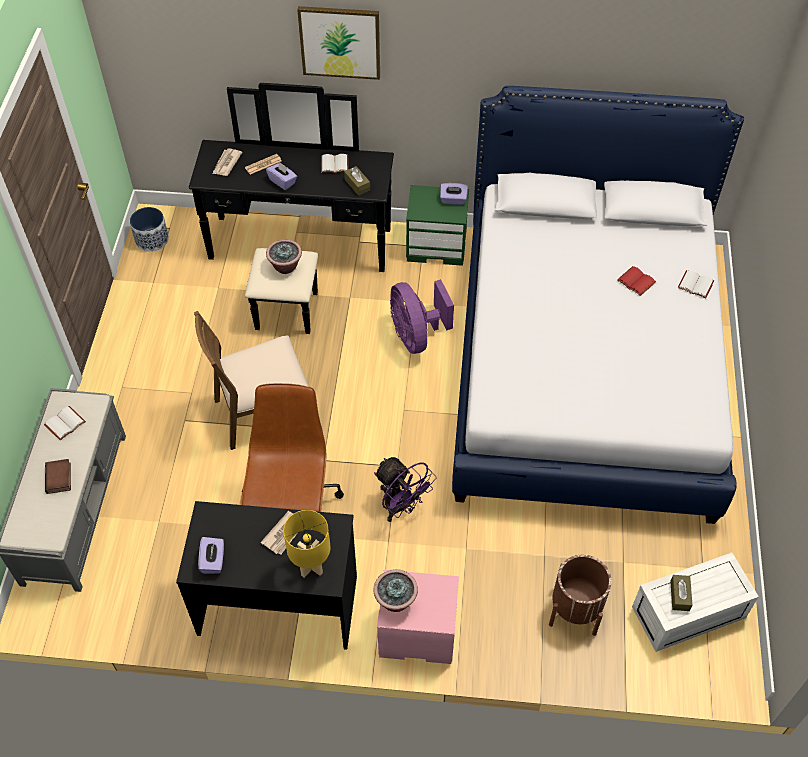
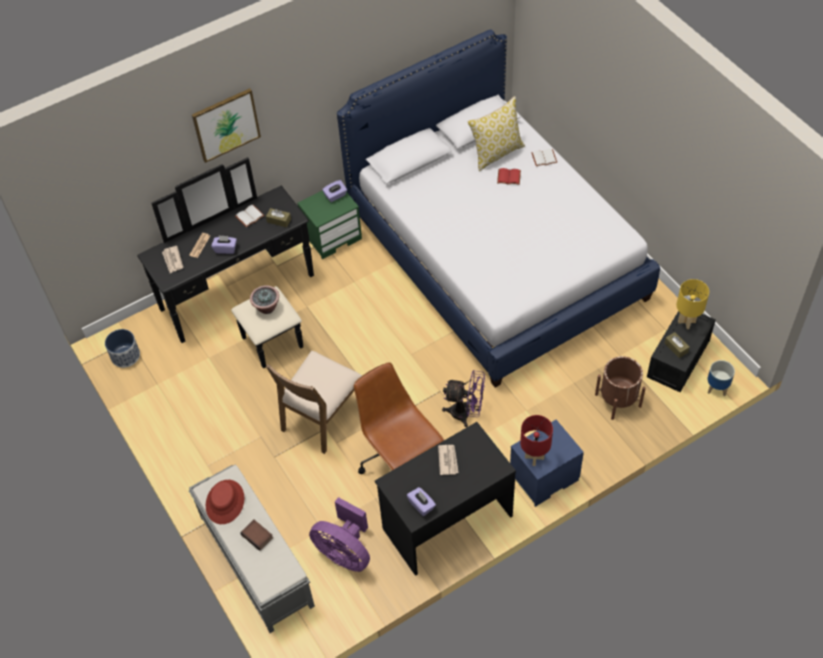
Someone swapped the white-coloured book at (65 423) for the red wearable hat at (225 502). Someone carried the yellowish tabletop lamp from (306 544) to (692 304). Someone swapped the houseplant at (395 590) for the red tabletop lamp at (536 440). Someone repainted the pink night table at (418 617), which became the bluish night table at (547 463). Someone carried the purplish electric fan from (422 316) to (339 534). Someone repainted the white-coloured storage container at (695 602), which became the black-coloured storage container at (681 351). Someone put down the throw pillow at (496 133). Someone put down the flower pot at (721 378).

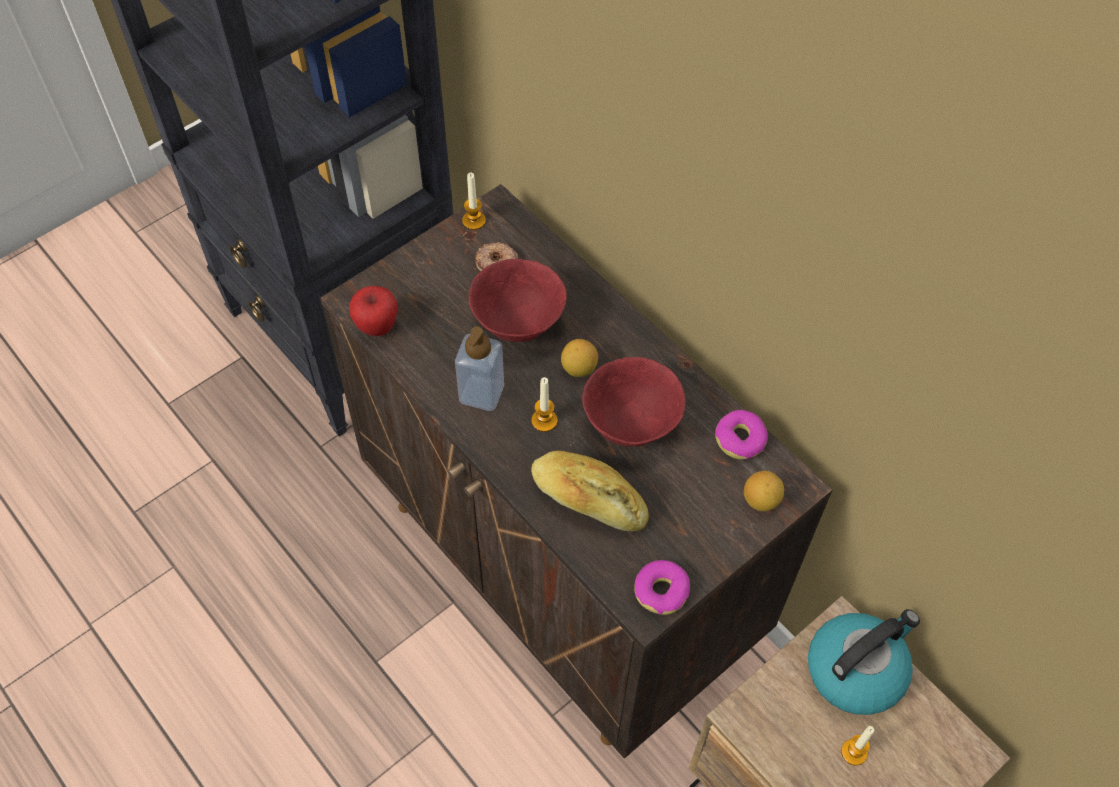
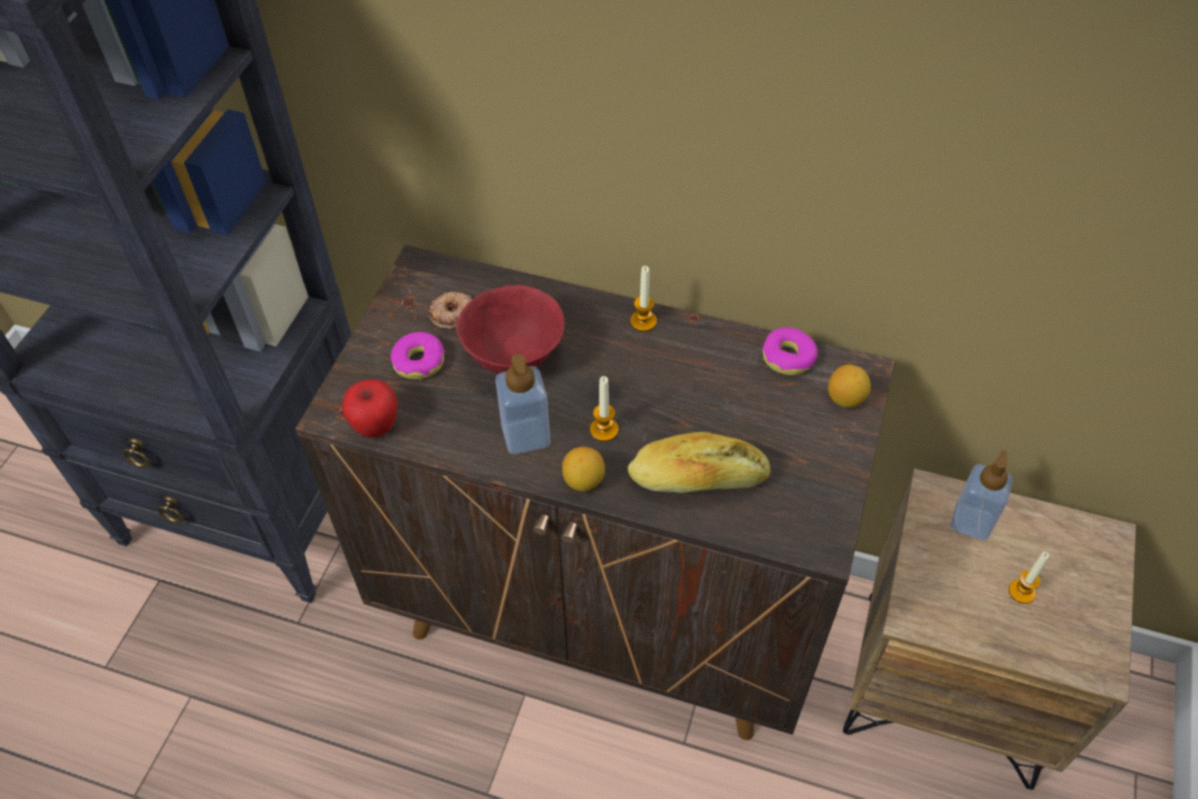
Someone carried the wax candle from (474 201) to (643 299). Someone carried the citrus fruit from (579 358) to (583 469). Someone took away the red serving bowl at (634 402). Someone carried the doughnut from (662 587) to (417 355). Someone swapped the tea kettle at (864 662) for the soap bottle at (981 495).

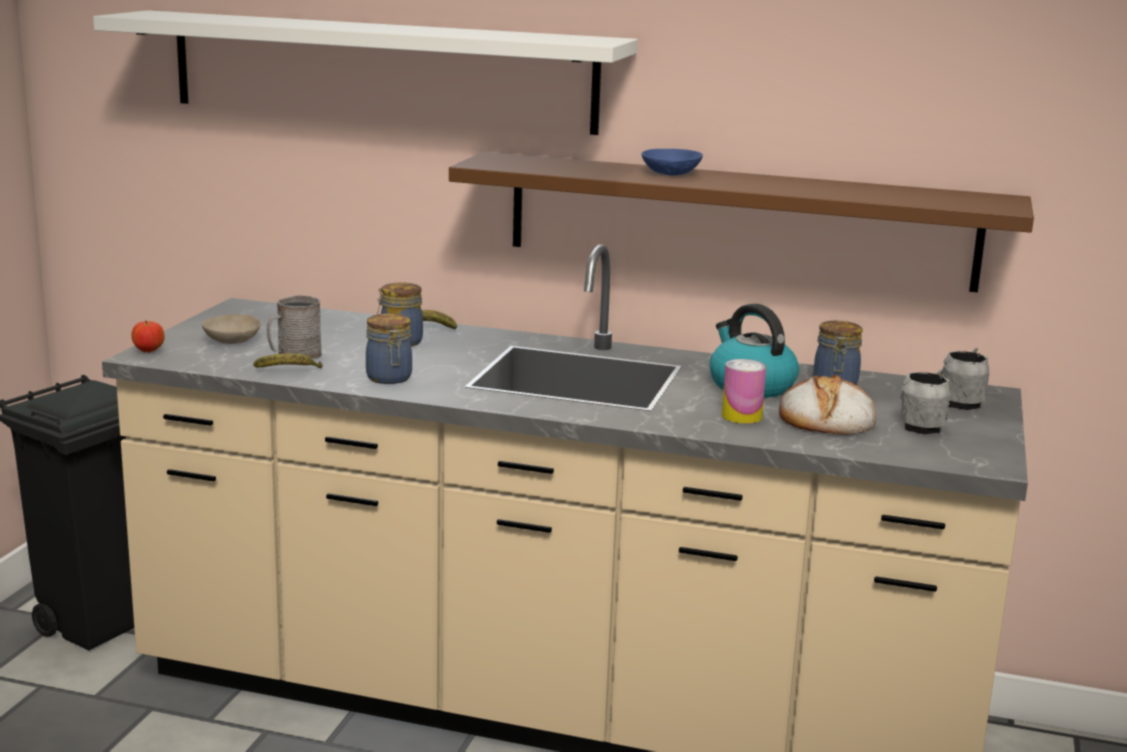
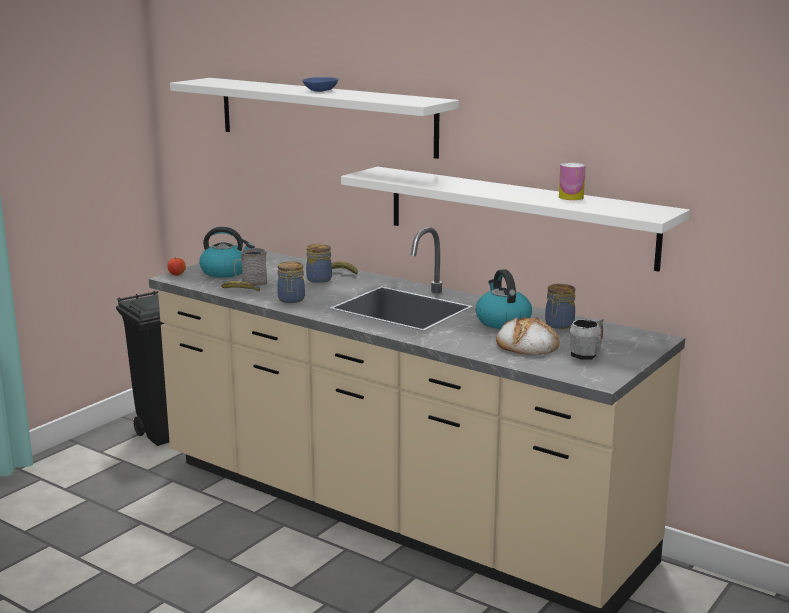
Someone swapped the sand-coloured serving bowl at (231 329) for the tea kettle at (227 252). Someone repainted the brown wall shelf at (741 222), which became the white-coloured wall shelf at (515 219). Someone carried the bluish serving bowl from (672 162) to (320 84). Someone carried the can from (744 391) to (572 181). Someone took away the gray tea mug at (965 379).

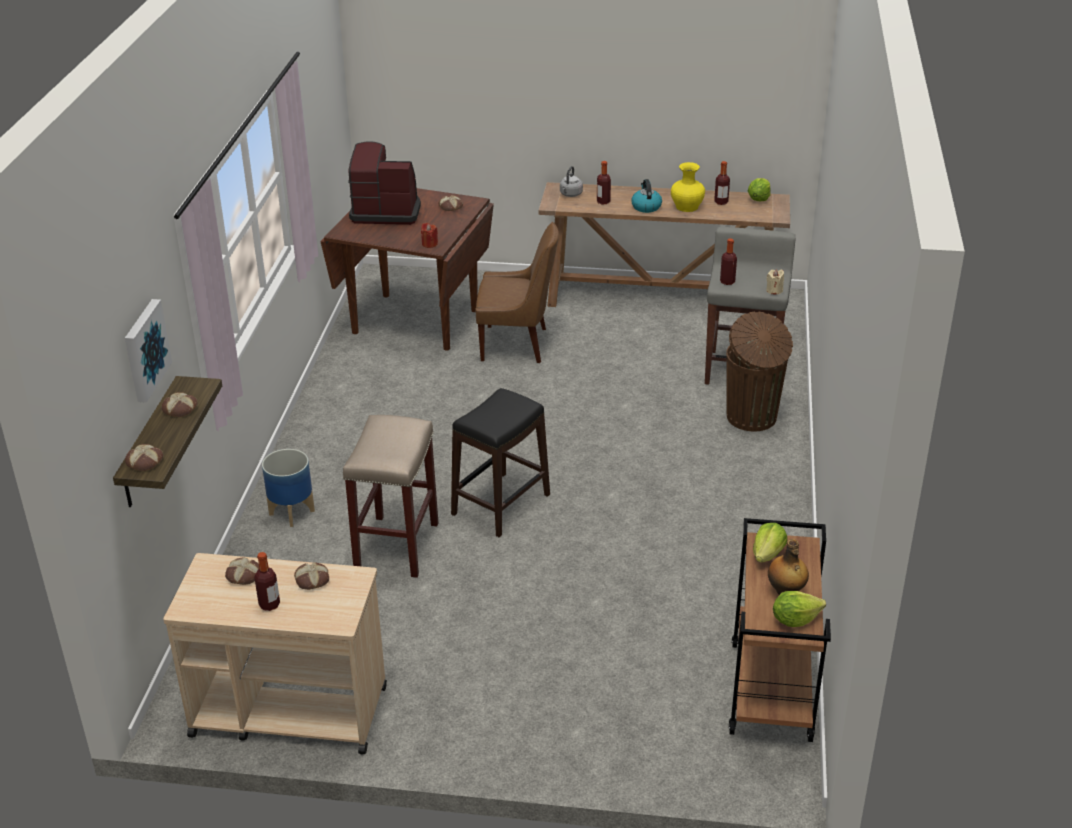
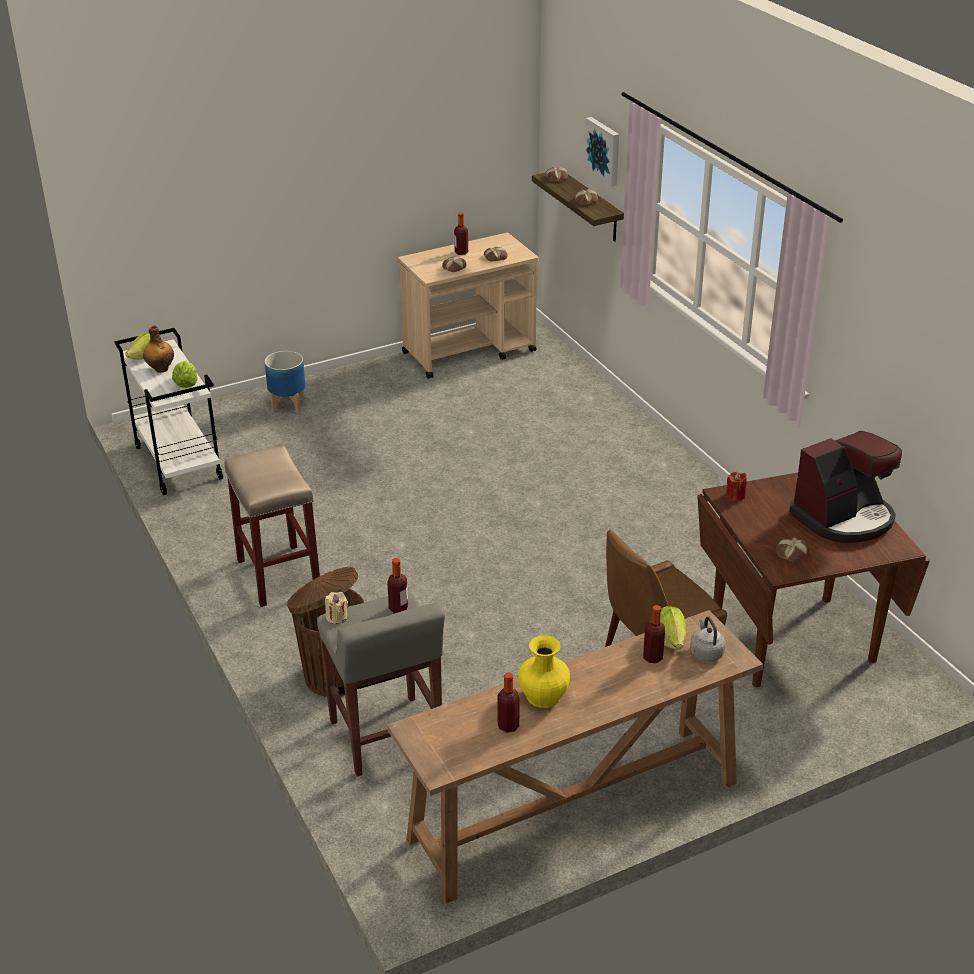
Someone carried the flower pot from (288 488) to (284 382). Someone carried the sand-coloured stool seat from (390 496) to (272 526). Someone took away the black-coloured stool seat at (500 462). Someone took away the tea kettle at (646 196). Someone repainted the brown wheeled cart at (780 630), which became the white-coloured wheeled cart at (168 411). Someone carried the lettuce from (759 189) to (673 627).

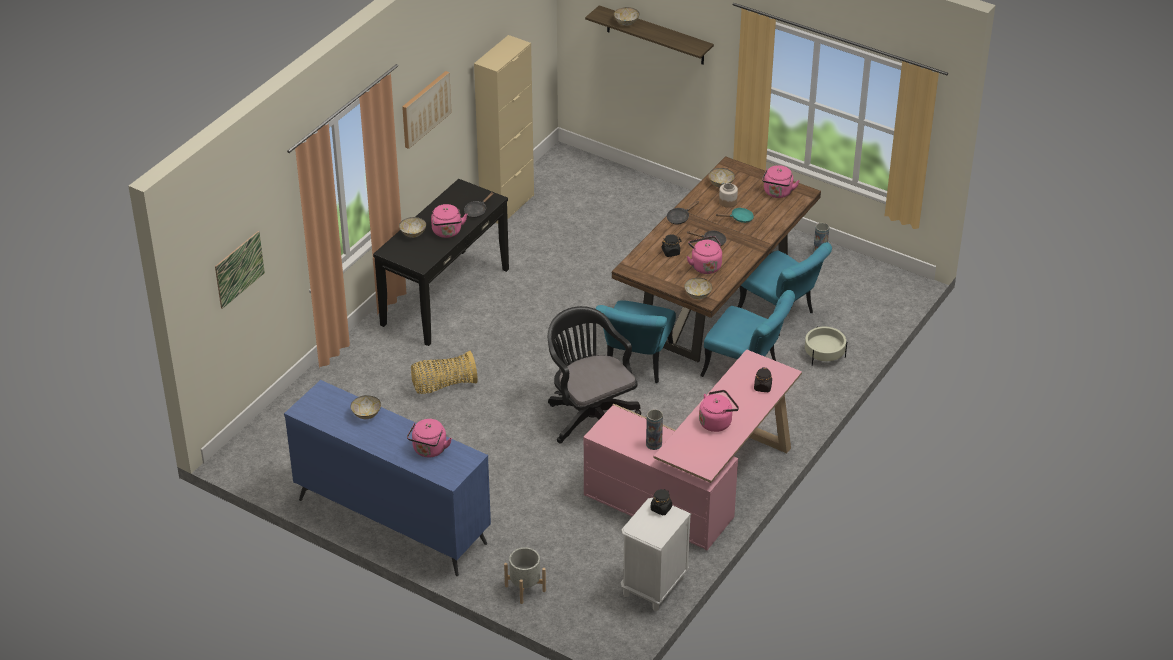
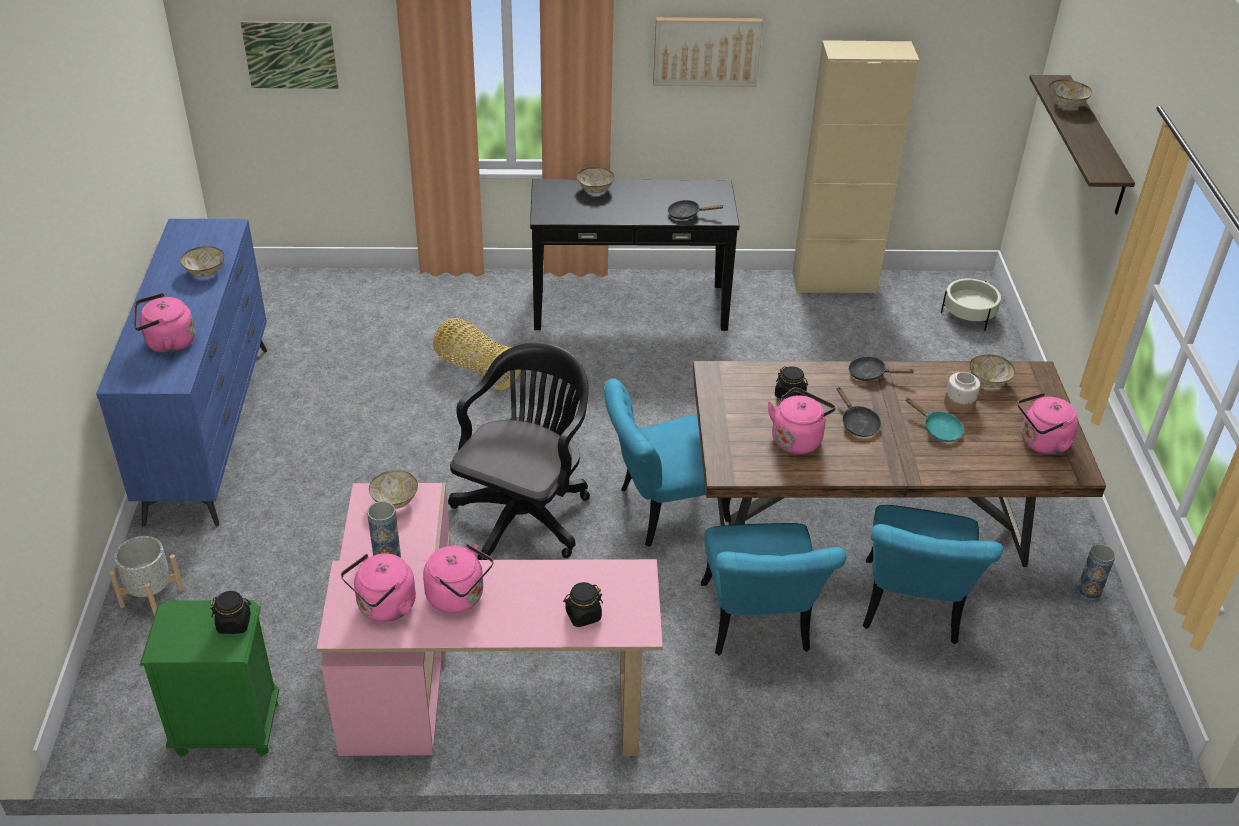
Someone carried the pink tea kettle from (449 221) to (378 587). Someone repainted the white-coloured night table at (656 554), which became the green-coloured night table at (209 679). Someone carried the serving bowl from (698 288) to (393 489). Someone carried the sand-coloured flower pot from (826 346) to (971 305).

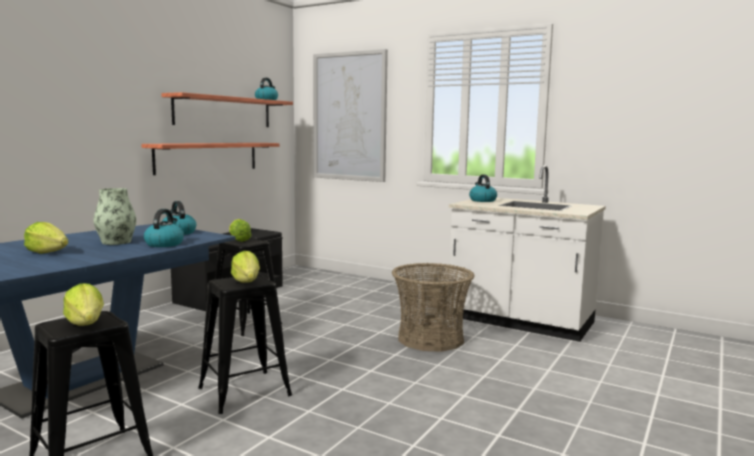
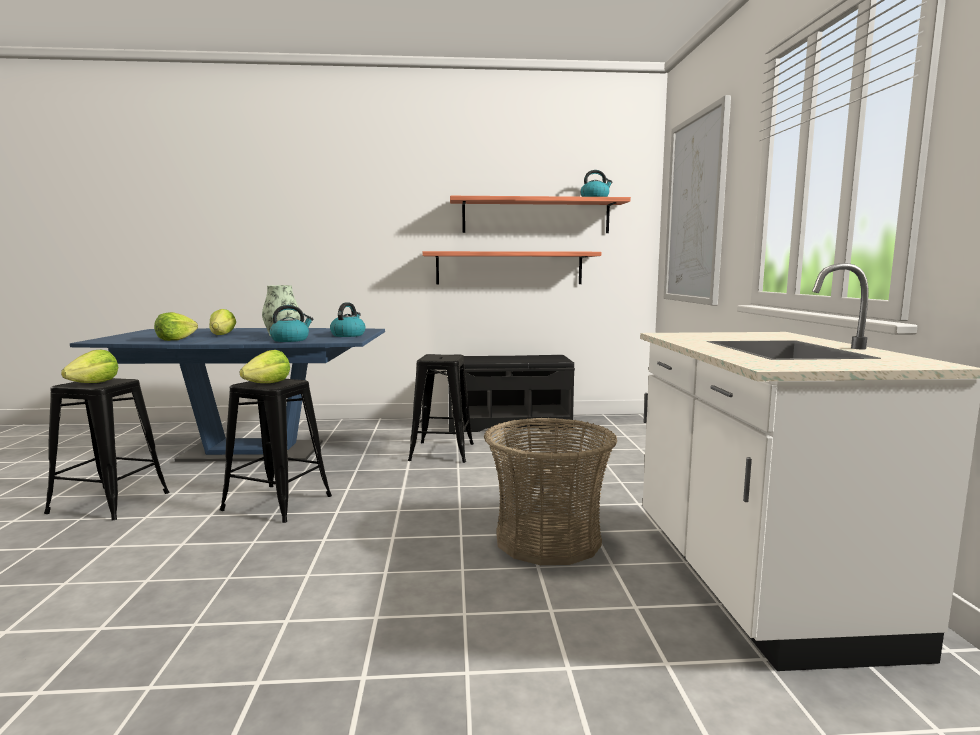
Someone carried the lettuce from (240 230) to (176 326). Someone took away the tea kettle at (483 188).

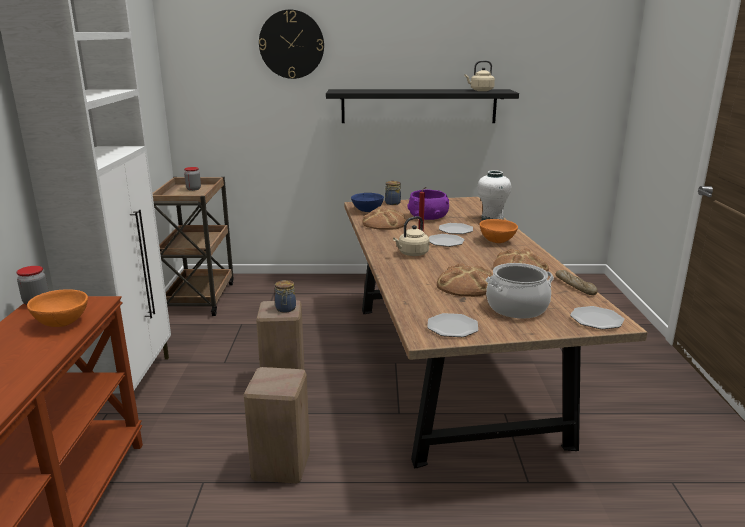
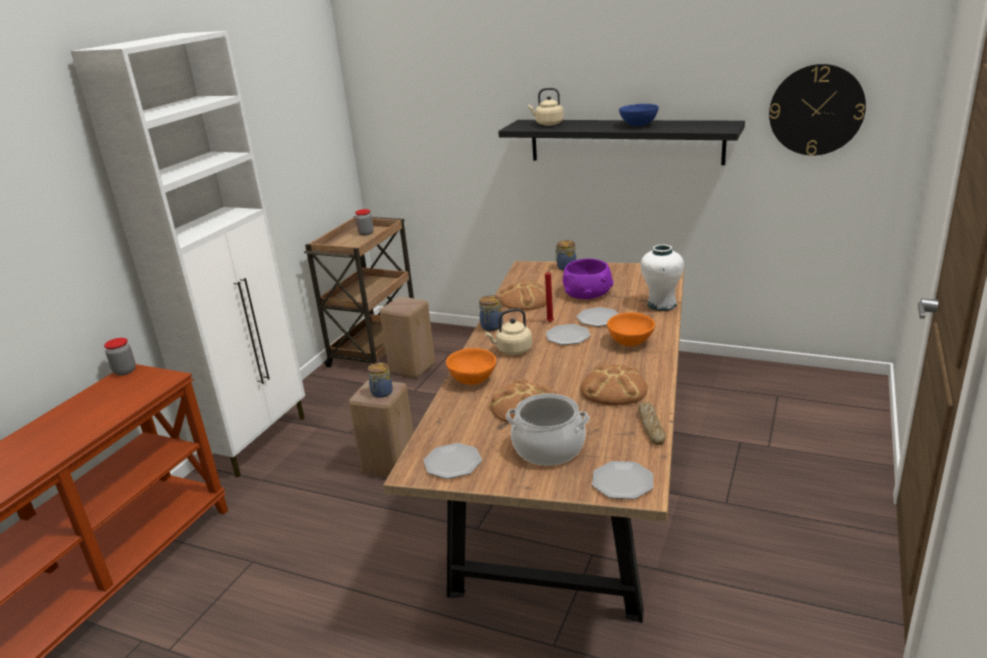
Someone carried the orange-coloured serving bowl from (57 308) to (471 366). Someone carried the sand-coloured stool seat from (277 425) to (407 337). Someone carried the clock on the wall from (291 44) to (817 110). Someone carried the bluish serving bowl from (367 202) to (639 115). Someone carried the sand-coloured tea kettle from (479 75) to (546 107). Someone put down the preserve jar at (491 313).

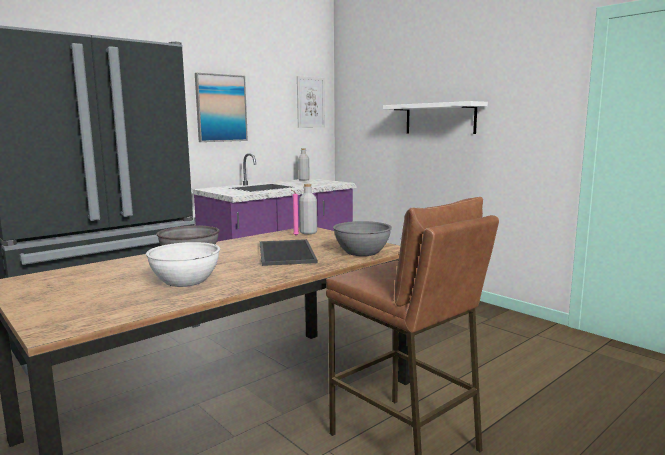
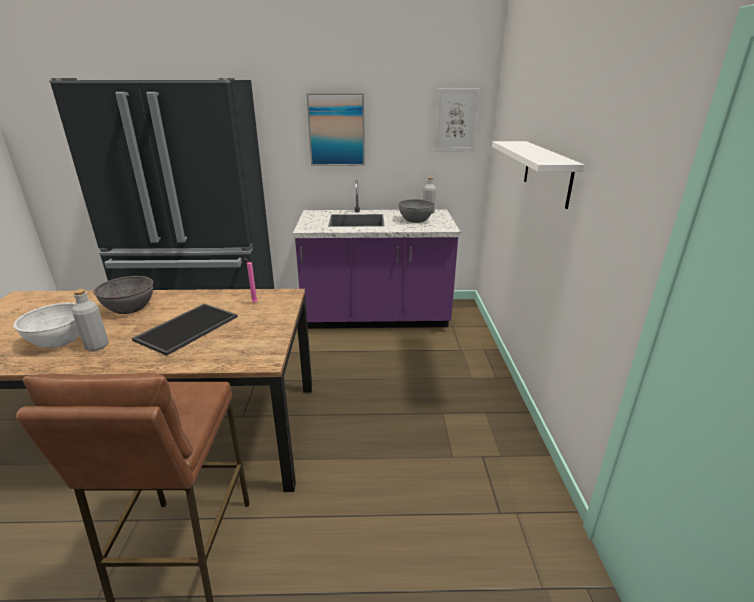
Someone carried the gray bottle from (308 209) to (90 320). Someone carried the gray serving bowl from (362 238) to (416 211).

